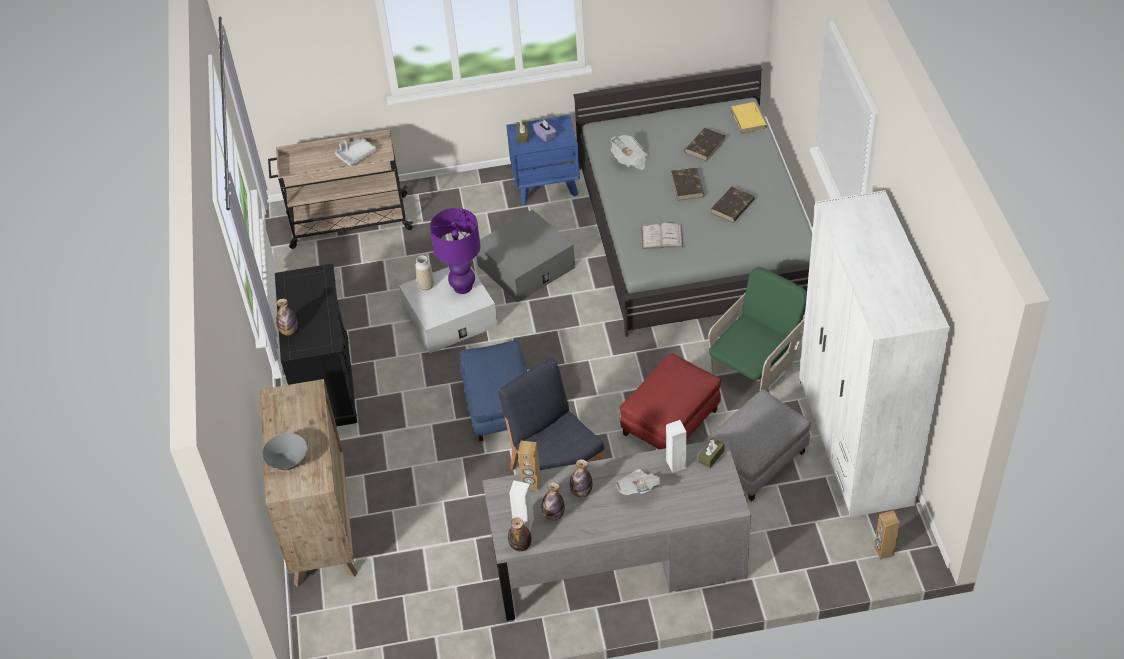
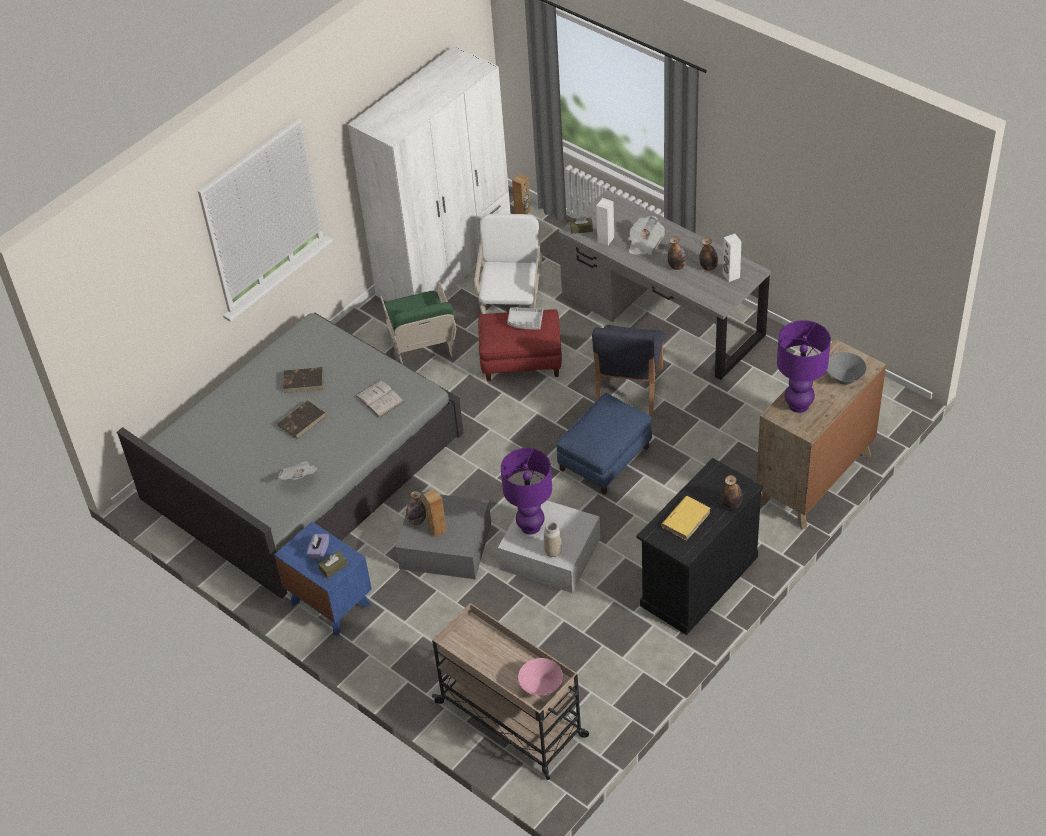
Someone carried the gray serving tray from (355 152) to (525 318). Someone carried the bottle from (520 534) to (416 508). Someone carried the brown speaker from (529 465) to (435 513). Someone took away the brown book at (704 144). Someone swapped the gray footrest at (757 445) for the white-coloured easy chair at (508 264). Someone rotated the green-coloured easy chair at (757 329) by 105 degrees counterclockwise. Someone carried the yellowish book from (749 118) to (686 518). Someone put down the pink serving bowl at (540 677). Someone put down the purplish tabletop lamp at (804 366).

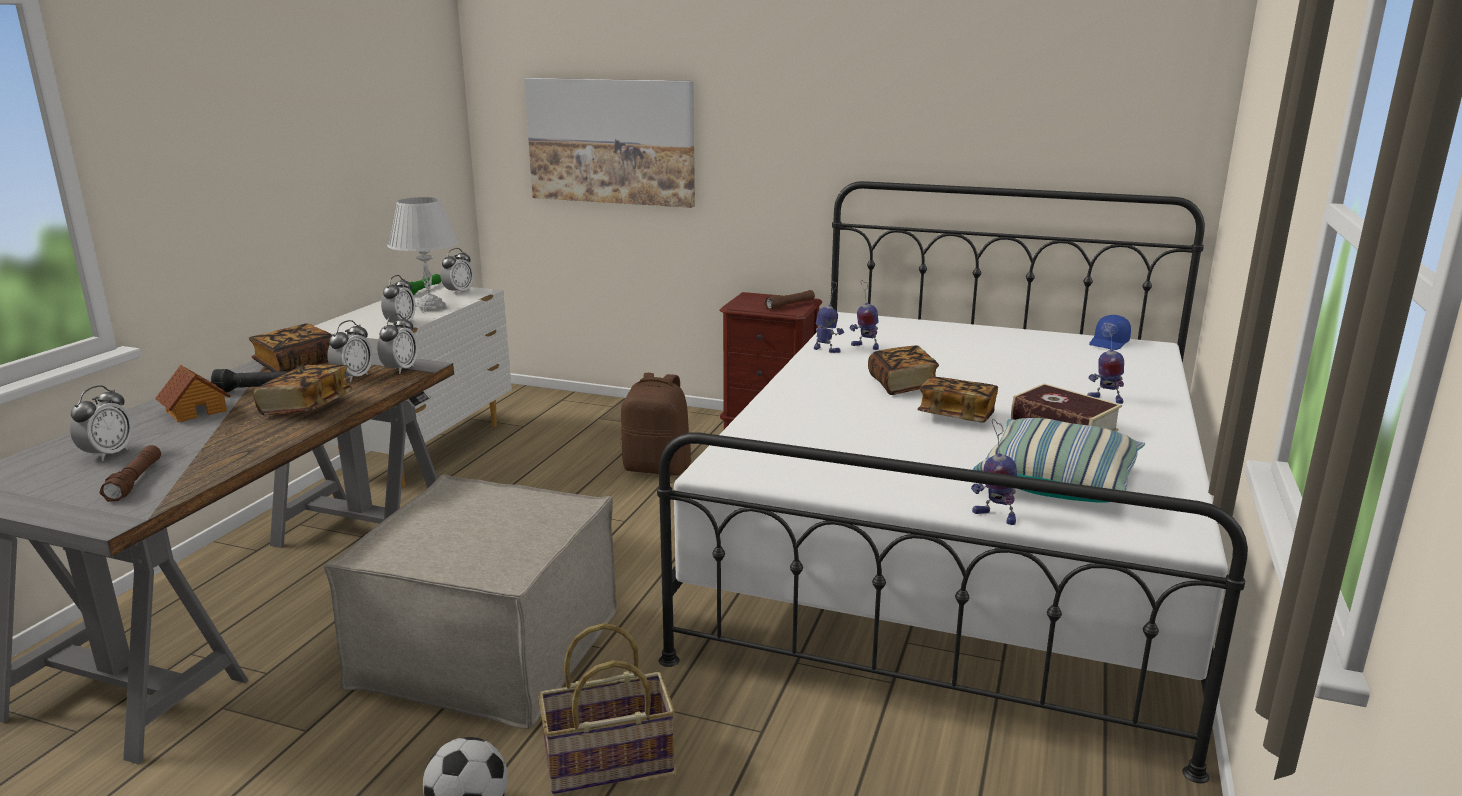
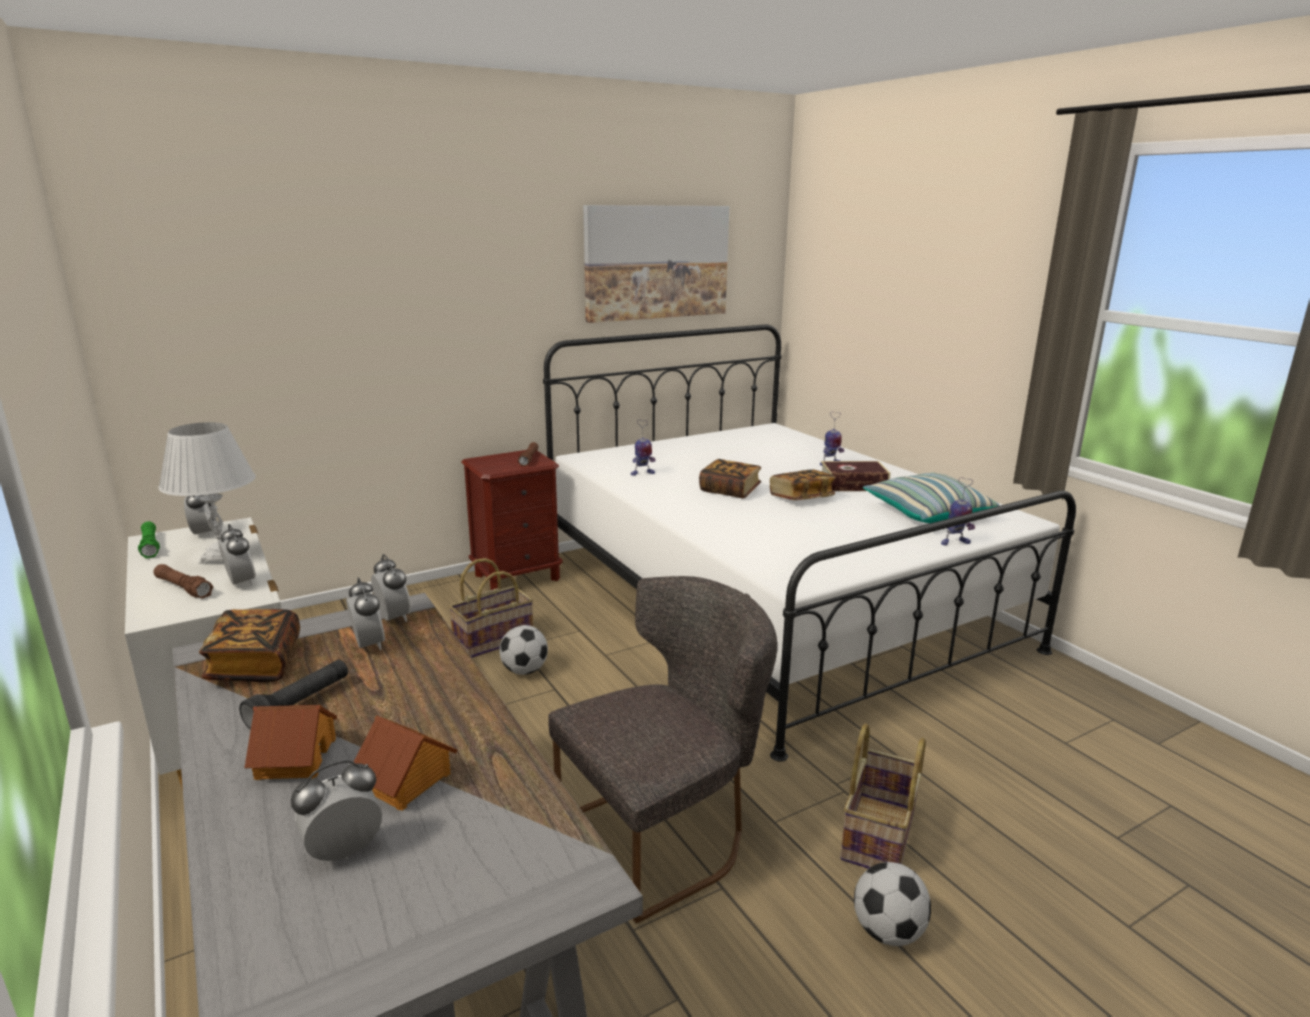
Someone rotated the table clock at (101 423) by 90 degrees counterclockwise. Someone carried the brown torch from (130 473) to (183 581). Someone took away the book at (302 389). Someone swapped the sand-coloured footrest at (470 601) for the gray plain chair at (662 749). Someone carried the wall picture from (609 143) to (656 264). Someone swapped the brown knapsack at (656 424) for the basket at (491 608). Someone took away the toy robot at (829 317). Someone took away the bluish cap at (1110 332). Someone put down the model house at (406 763). Someone put down the ball for football at (523 650).

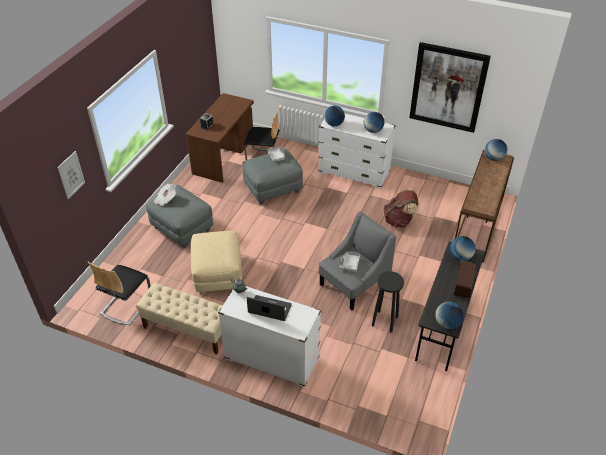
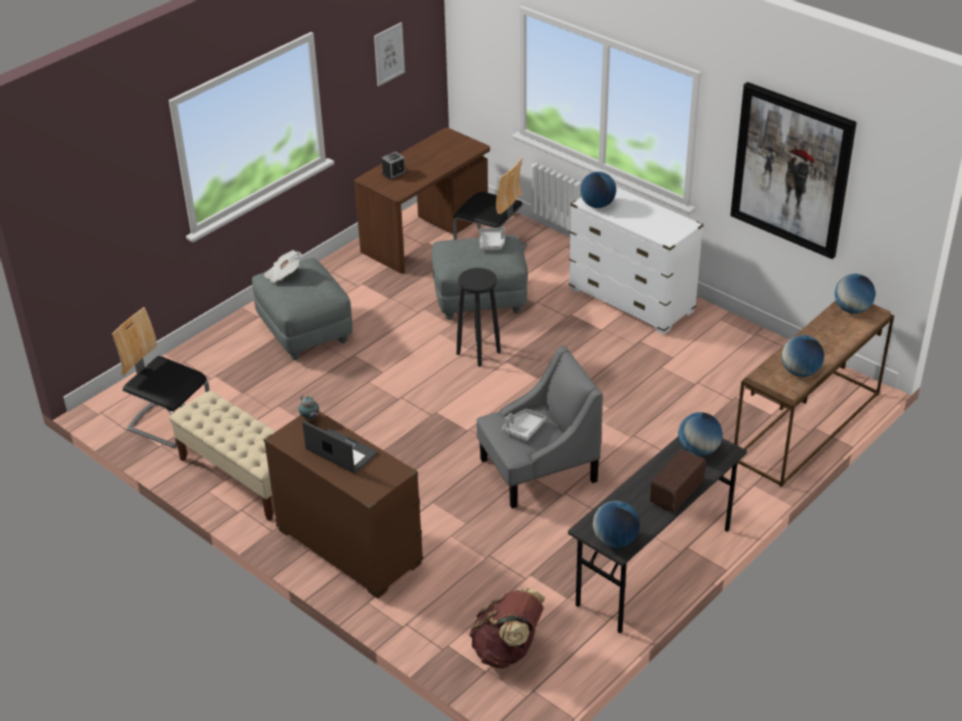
Someone carried the wall picture from (71 175) to (389 54). Someone rotated the plain chair at (119 293) by 75 degrees clockwise. Someone took away the sand-coloured footrest at (216 262). Someone repainted the white-coloured chest of drawers at (269 336), which became the brown chest of drawers at (343 505). Someone carried the world globe from (374 122) to (802 356). Someone carried the black-coloured stool seat from (388 302) to (479 317). Someone carried the brown knapsack from (401 208) to (507 628).

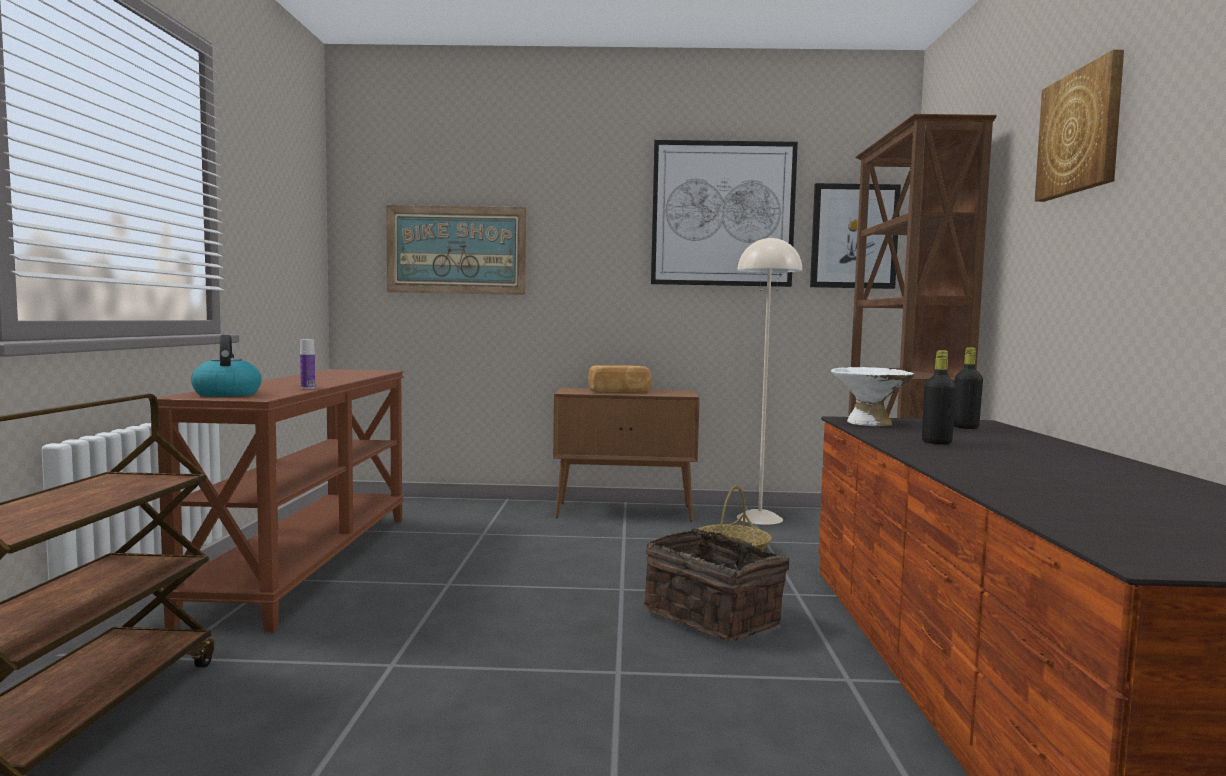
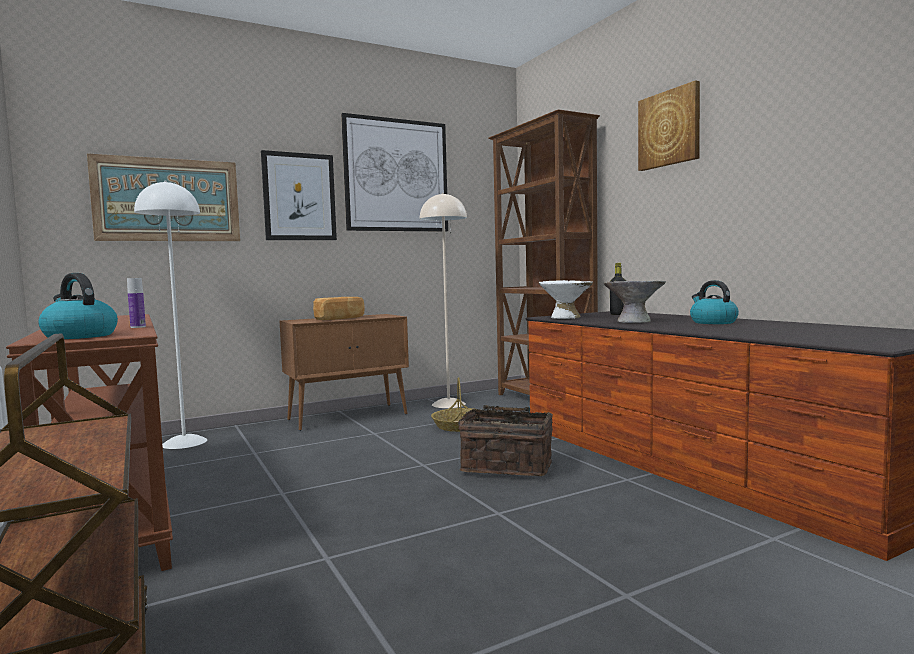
Someone carried the wall picture from (855 236) to (299 195). Someone swapped the black-coloured bottle at (939 397) for the gray serving bowl at (635 302). Someone put down the white-coloured standard lamp at (170 315). Someone put down the tea kettle at (714 302).

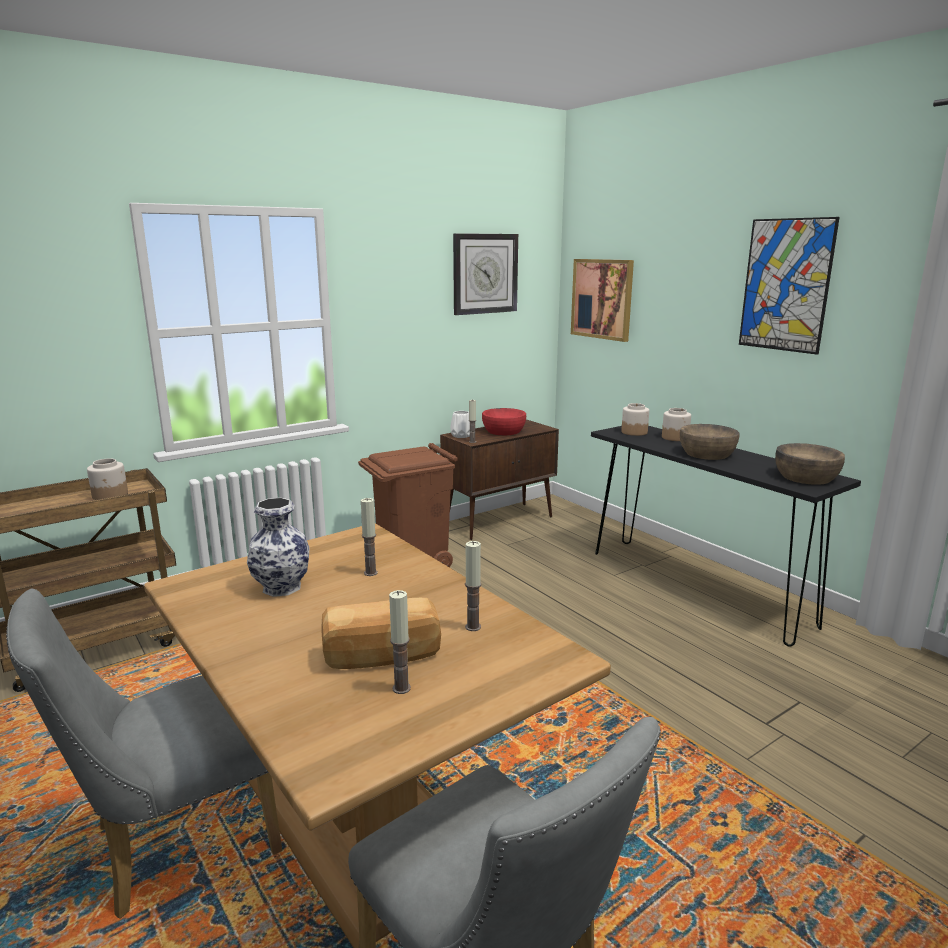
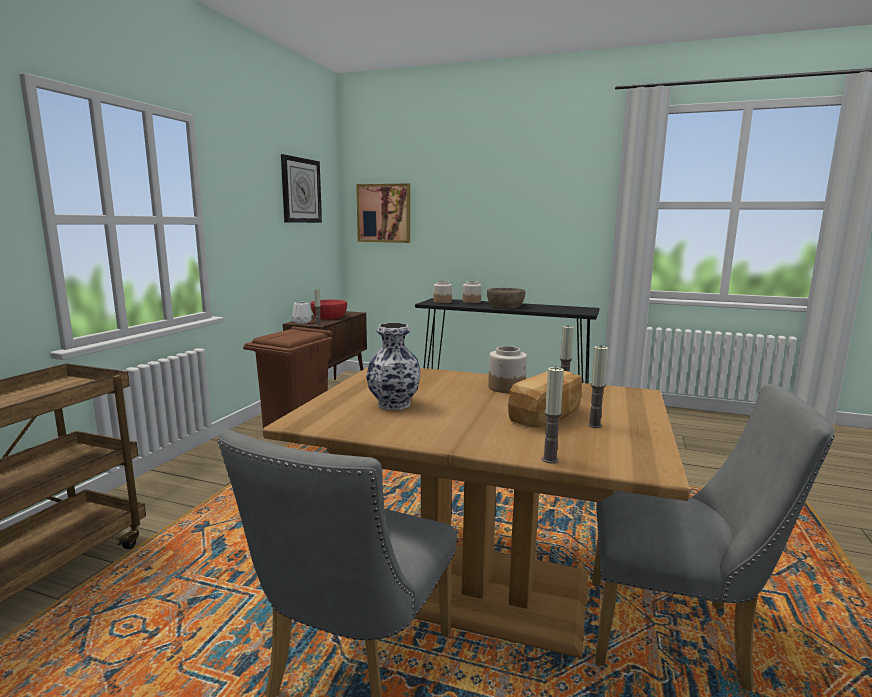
Someone carried the preserve jar from (107 479) to (507 369). Someone carried the wax candle from (369 537) to (553 415). Someone took away the wall picture at (789 286). Someone took away the brown serving bowl at (810 464).

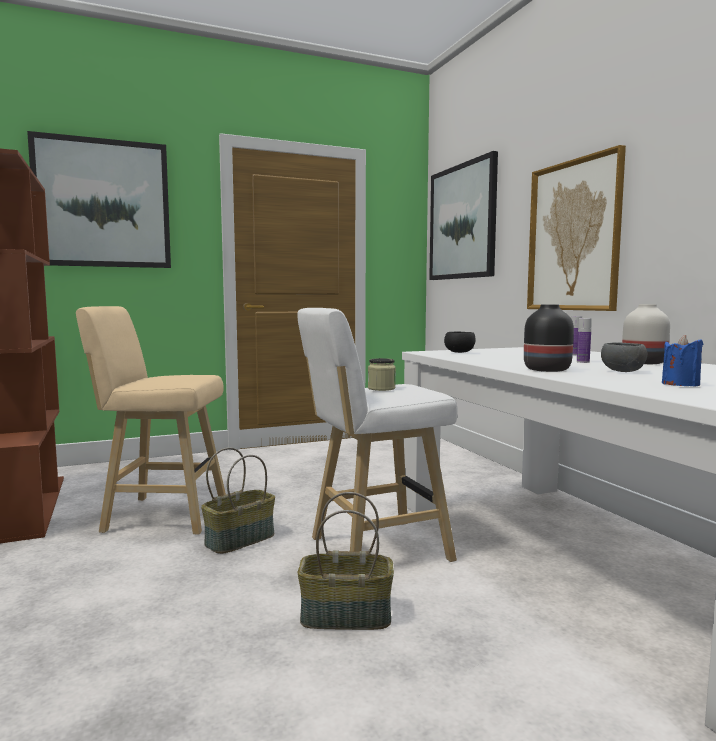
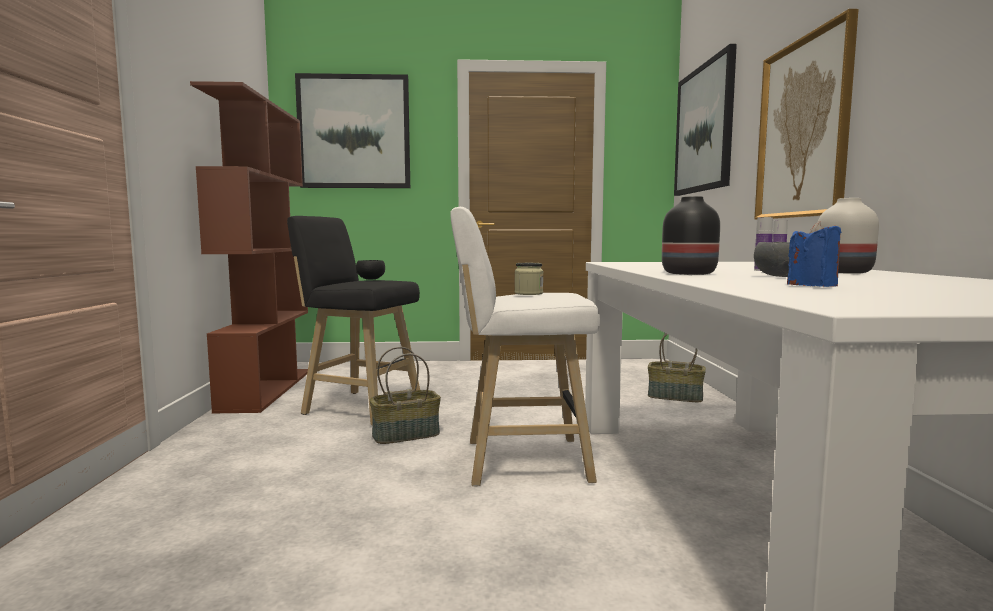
Someone repainted the sand-coloured stool seat at (151 420), which became the black-coloured stool seat at (353 320). Someone carried the basket from (346 561) to (677 367). Someone carried the black-coloured serving bowl from (460 342) to (370 269).

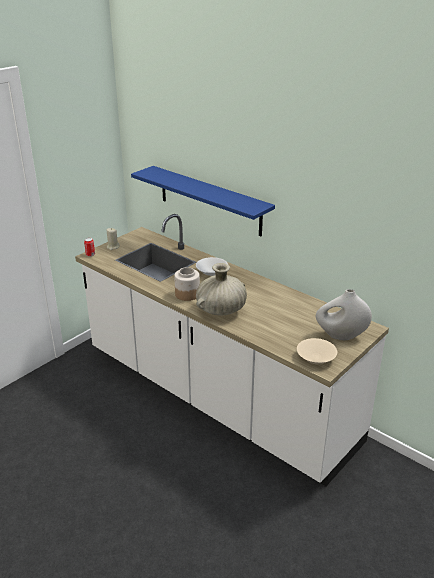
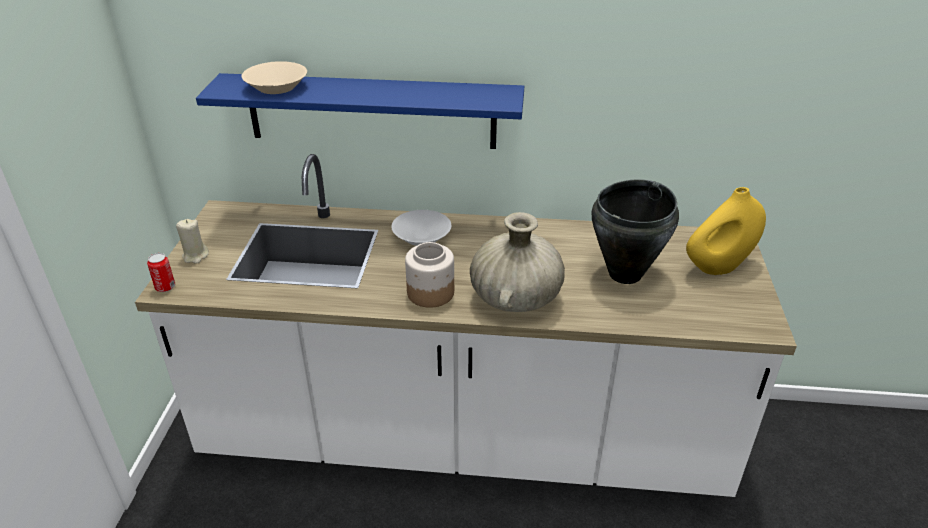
Someone carried the sand-coloured serving bowl from (317 351) to (274 77). Someone repainted the white-coloured decorative vase at (344 314), which became the yellowish decorative vase at (726 231). Someone put down the black-coloured cooking pot at (635 232).

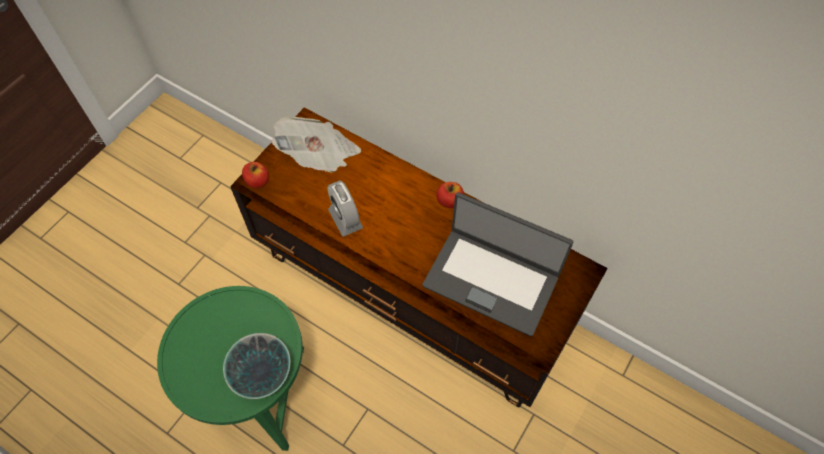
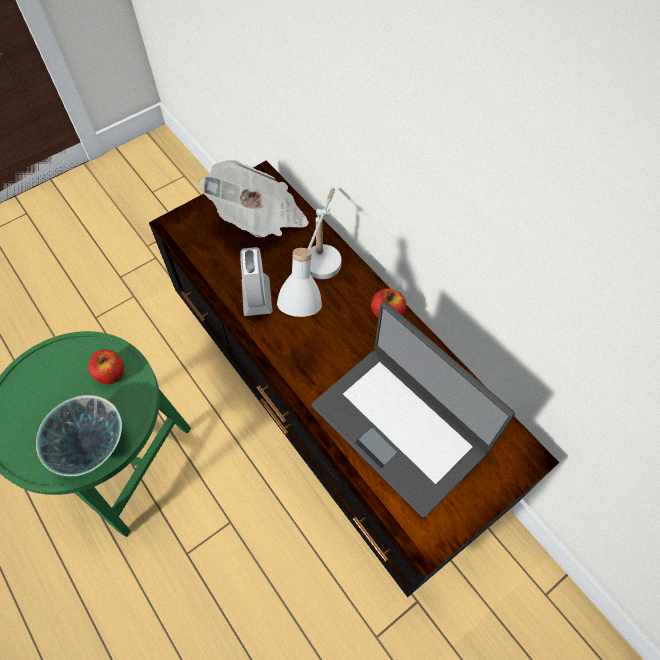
Someone carried the apple fruit from (255 175) to (106 367). Someone put down the white-coloured tabletop lamp at (309 252).

